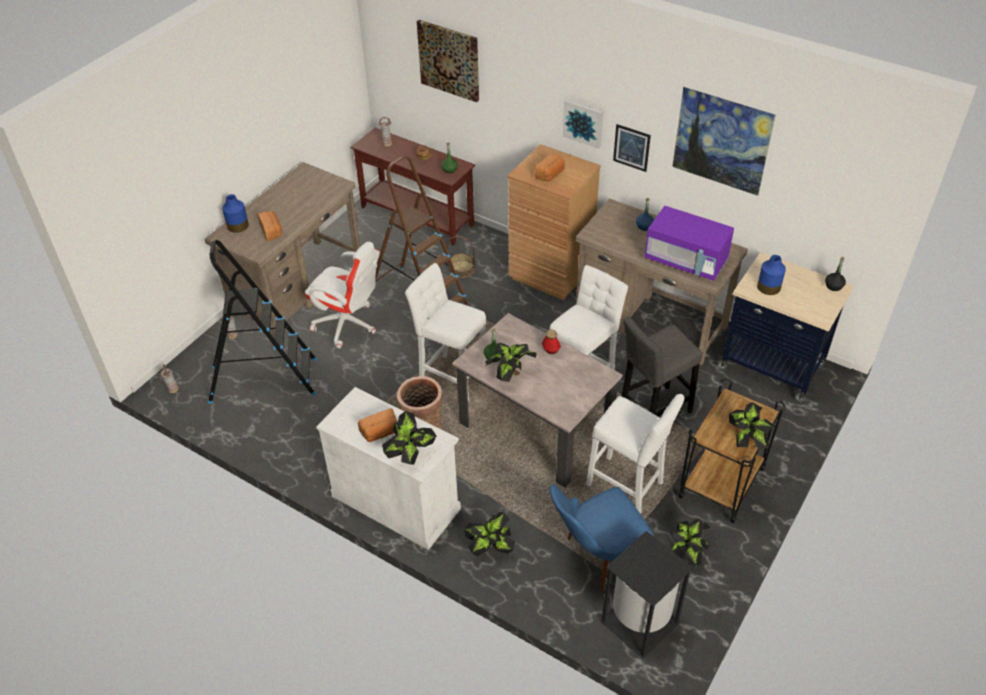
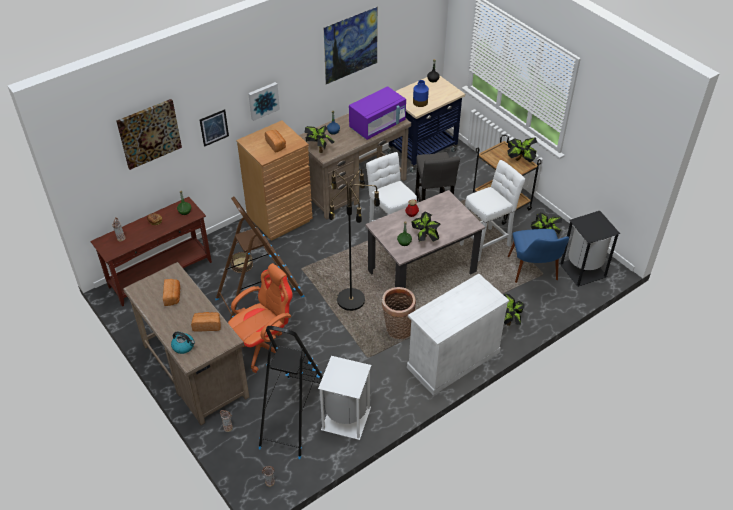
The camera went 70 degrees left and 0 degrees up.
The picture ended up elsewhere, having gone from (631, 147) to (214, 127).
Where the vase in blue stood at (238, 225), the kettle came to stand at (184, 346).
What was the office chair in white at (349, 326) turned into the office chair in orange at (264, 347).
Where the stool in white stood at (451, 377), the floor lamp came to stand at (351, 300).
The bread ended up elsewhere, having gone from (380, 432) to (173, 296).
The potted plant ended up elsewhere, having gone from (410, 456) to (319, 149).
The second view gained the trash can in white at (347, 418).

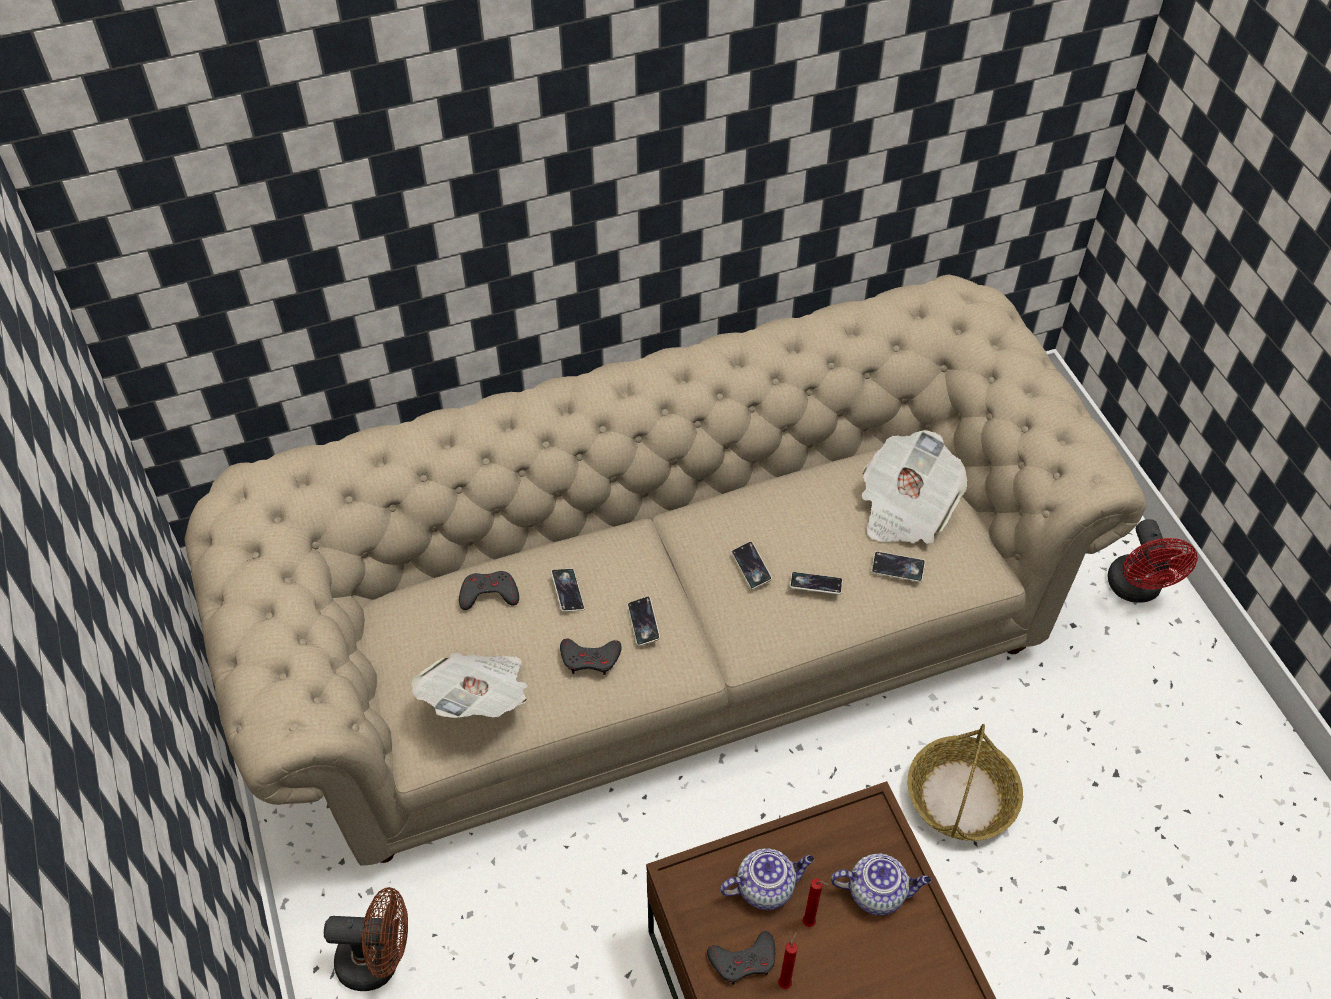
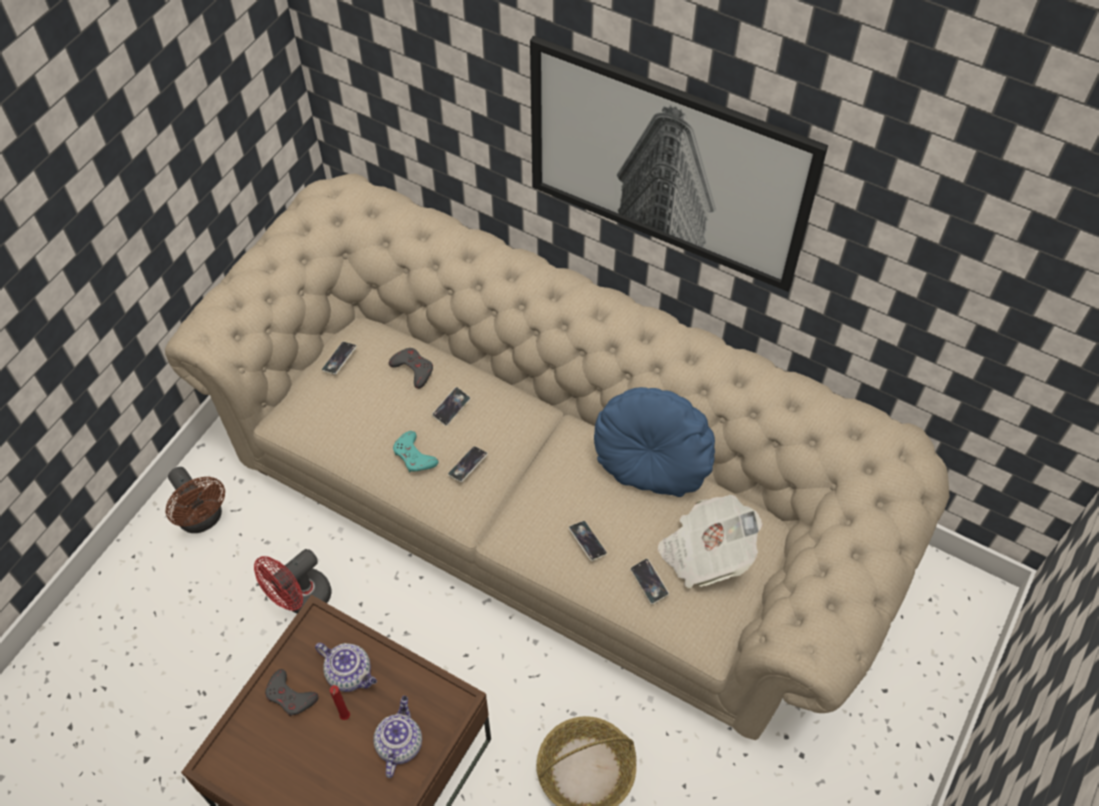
The camera went 50 degrees right and 5 degrees up.
The fan in red ended up elsewhere, having gone from (1137, 590) to (301, 599).
The phone ended up elsewhere, having gone from (751, 567) to (339, 359).
What was the game controller in grey at (590, 659) turned into the game controller in turquoise at (414, 456).
The second view lost the newspaper at (478, 698).
The teapot at (877, 892) ended up facing another way, 135 degrees counterclockwise from before.
The second view lost the candle in red at (785, 982).
The second view gained the picture at (669, 163).
The second view gained the pillow in blue at (650, 470).

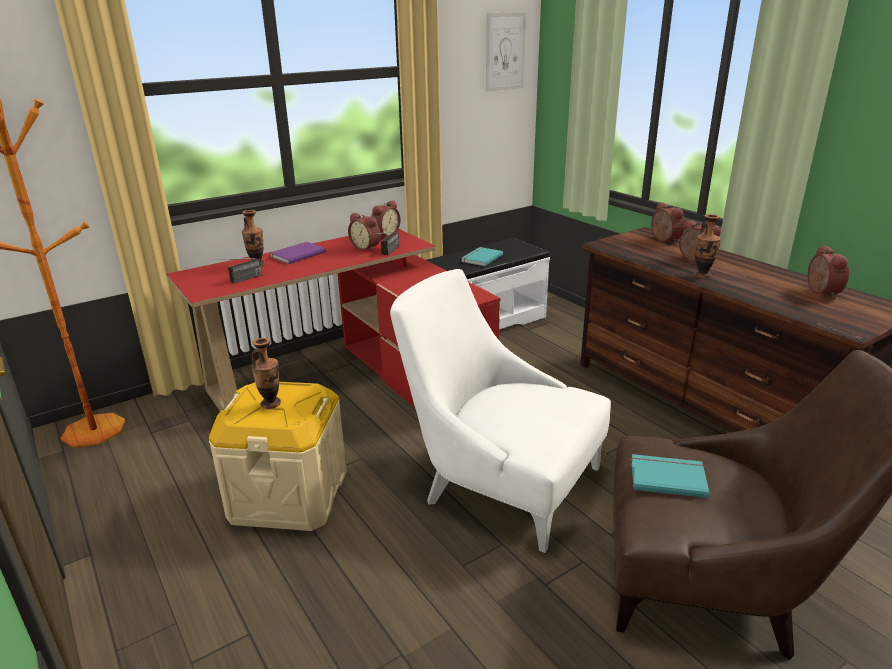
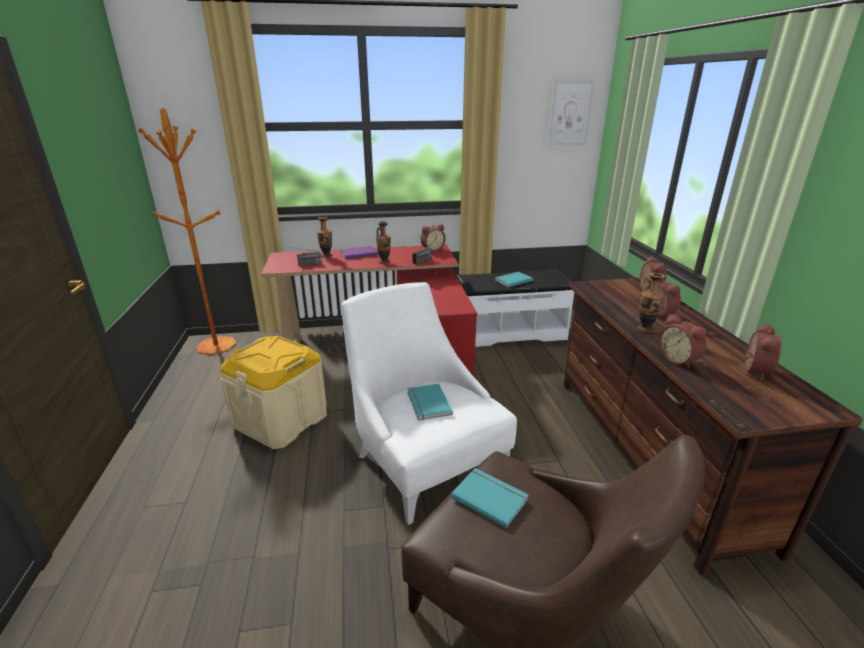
The camera went 25 degrees right and 0 degrees up.
The alarm clock ended up elsewhere, having gone from (366, 247) to (678, 359).
The vase ended up elsewhere, having gone from (271, 403) to (384, 262).
The second view gained the book in turquoise at (427, 403).

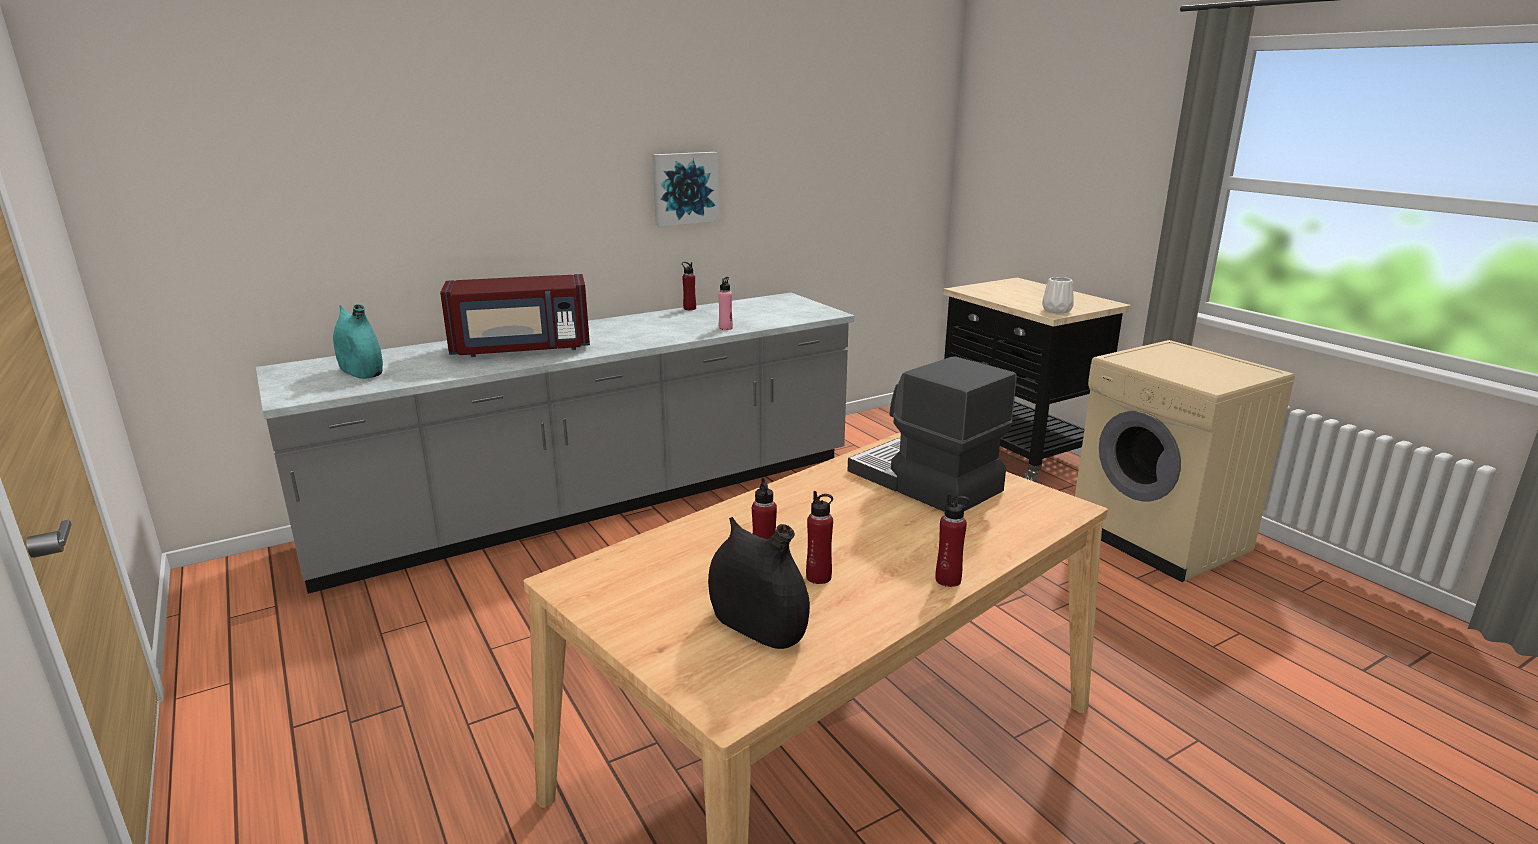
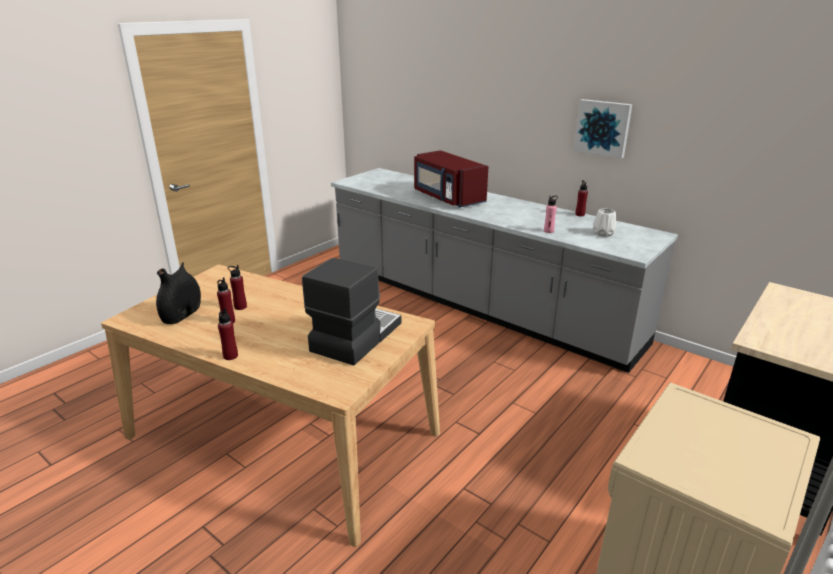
The camera went 70 degrees right and 5 degrees up.
The vase in white ended up elsewhere, having gone from (1055, 310) to (603, 233).
The second view lost the vase in turquoise at (361, 372).

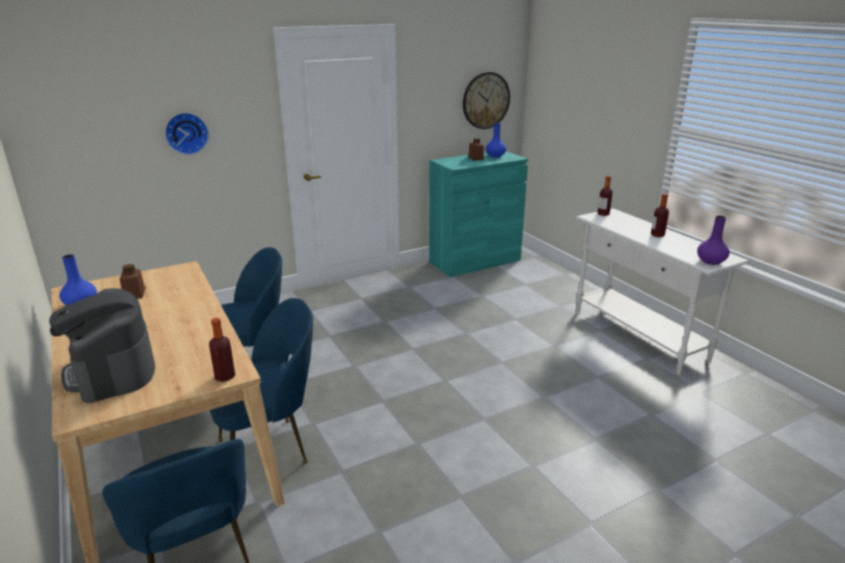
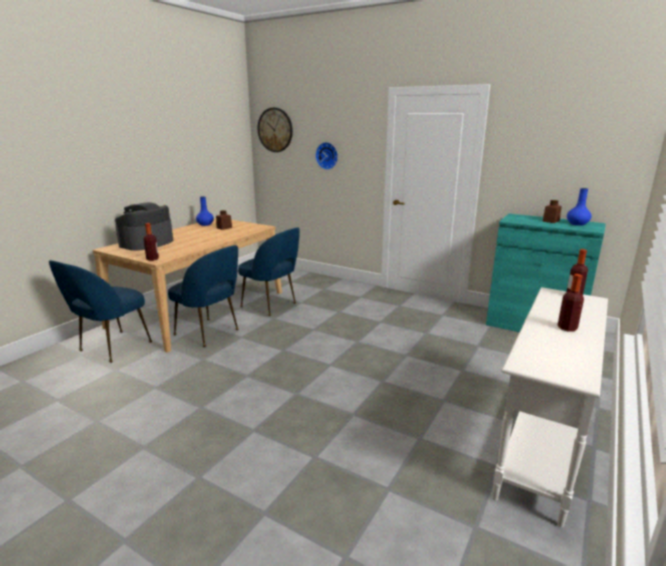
The camera went 60 degrees right and 5 degrees down.
The wall clock ended up elsewhere, having gone from (485, 100) to (275, 130).
The second view lost the vase in purple at (711, 261).

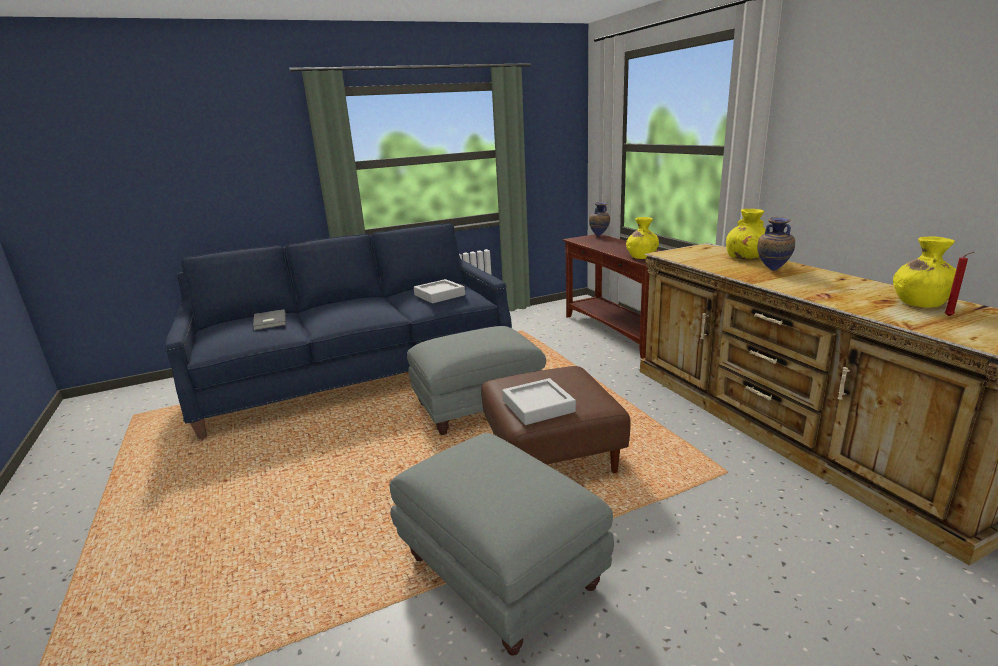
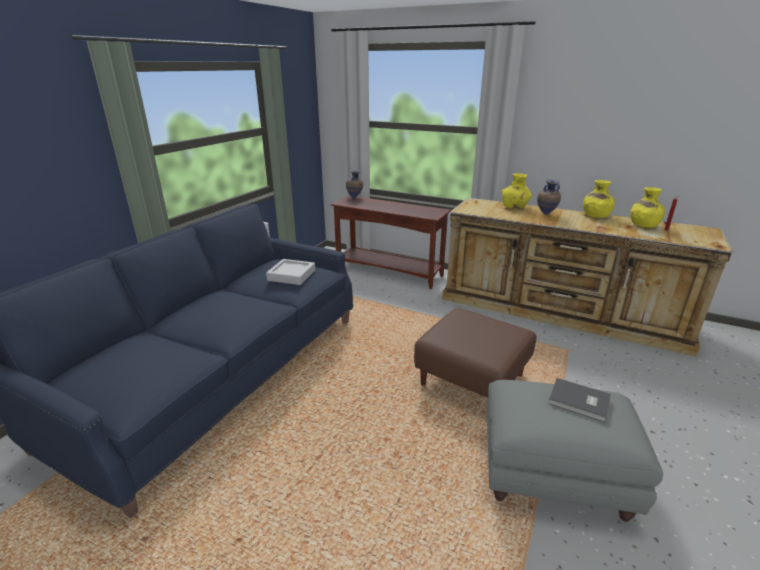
The camera went 40 degrees left and 5 degrees up.
The vase in yellow ended up elsewhere, having gone from (641, 257) to (595, 215).
The book in grey ended up elsewhere, having gone from (269, 321) to (579, 402).
The second view lost the ottoman in grey at (479, 406).
The second view lost the tray in grey at (538, 406).

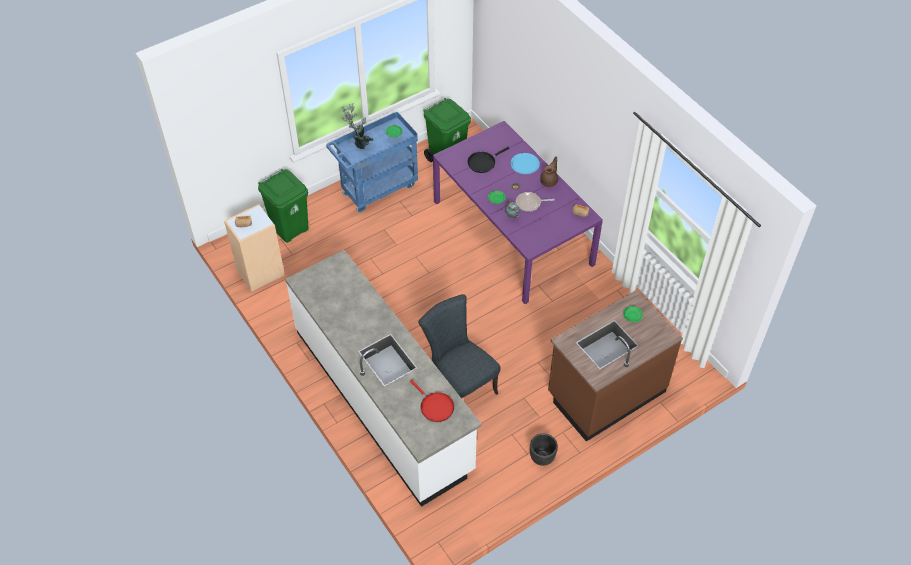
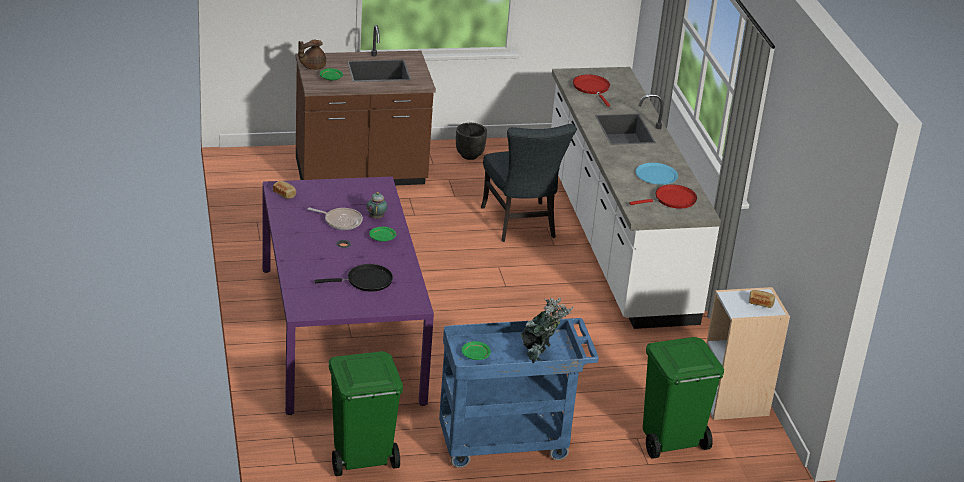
The camera went 160 degrees left and 20 degrees down.
The plate in blue ended up elsewhere, having gone from (524, 164) to (656, 175).
The teapot in brown ended up elsewhere, having gone from (549, 181) to (312, 66).
The second view gained the frying pan in red at (672, 200).

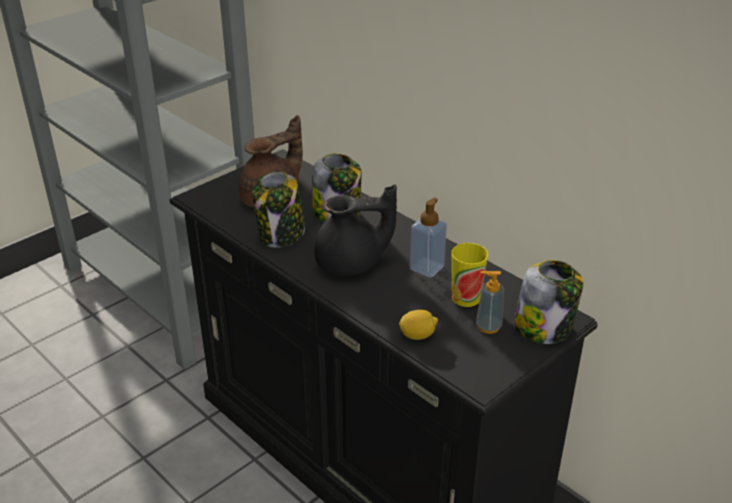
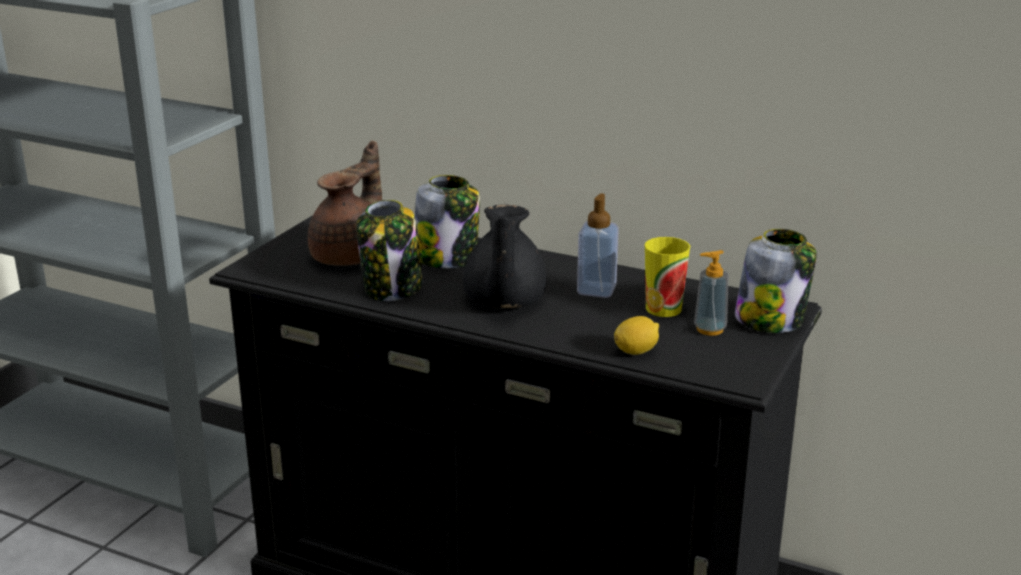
The camera went 20 degrees left and 10 degrees down.
The teapot in black at (351, 264) ended up facing another way, 120 degrees clockwise from before.

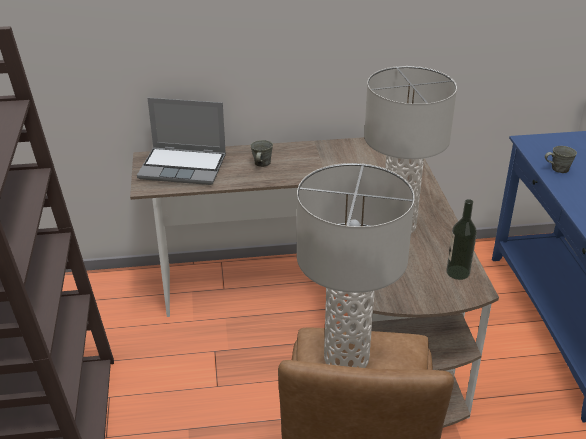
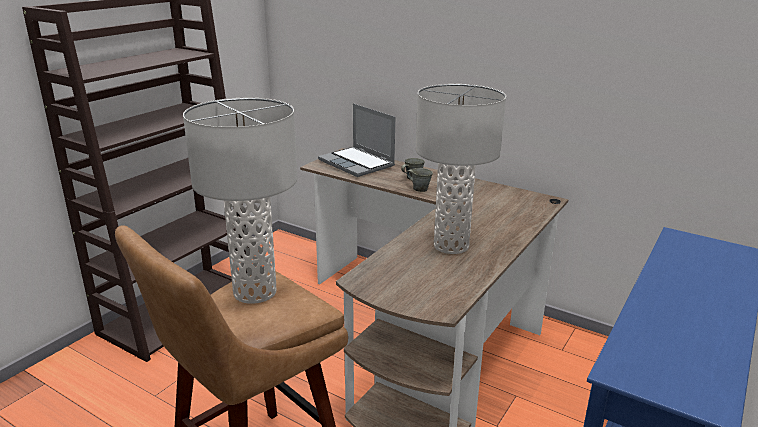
The camera went 40 degrees right and 10 degrees down.
The mug in grey ended up elsewhere, having gone from (558, 169) to (419, 189).
The second view lost the bottle at (458, 272).

